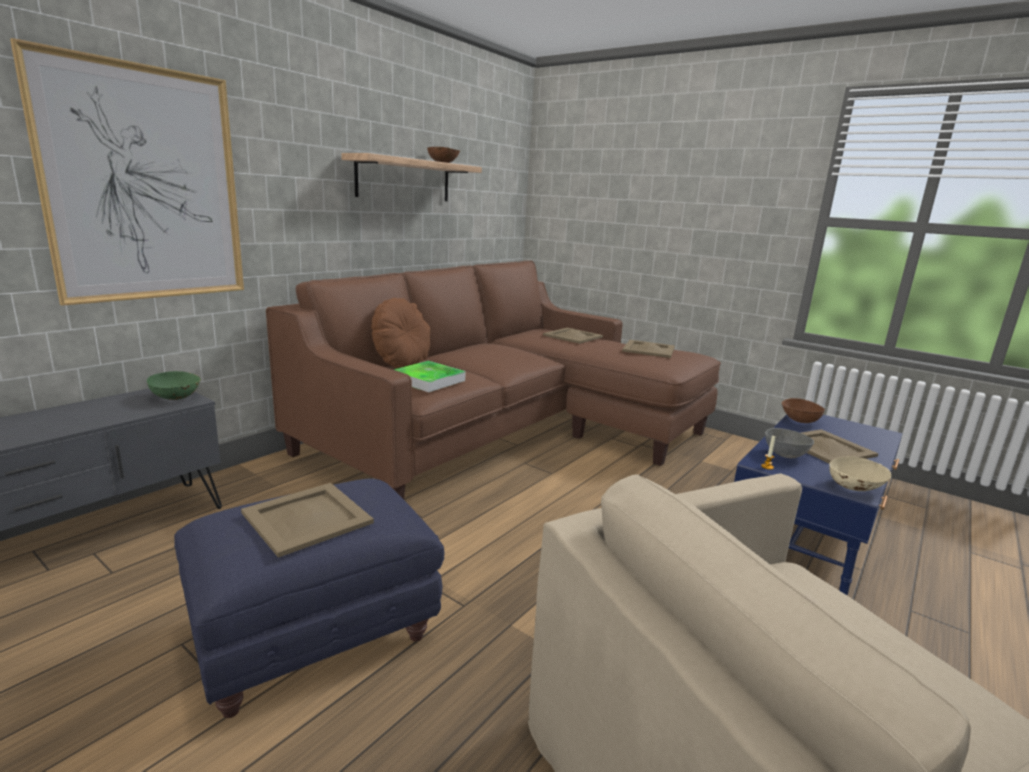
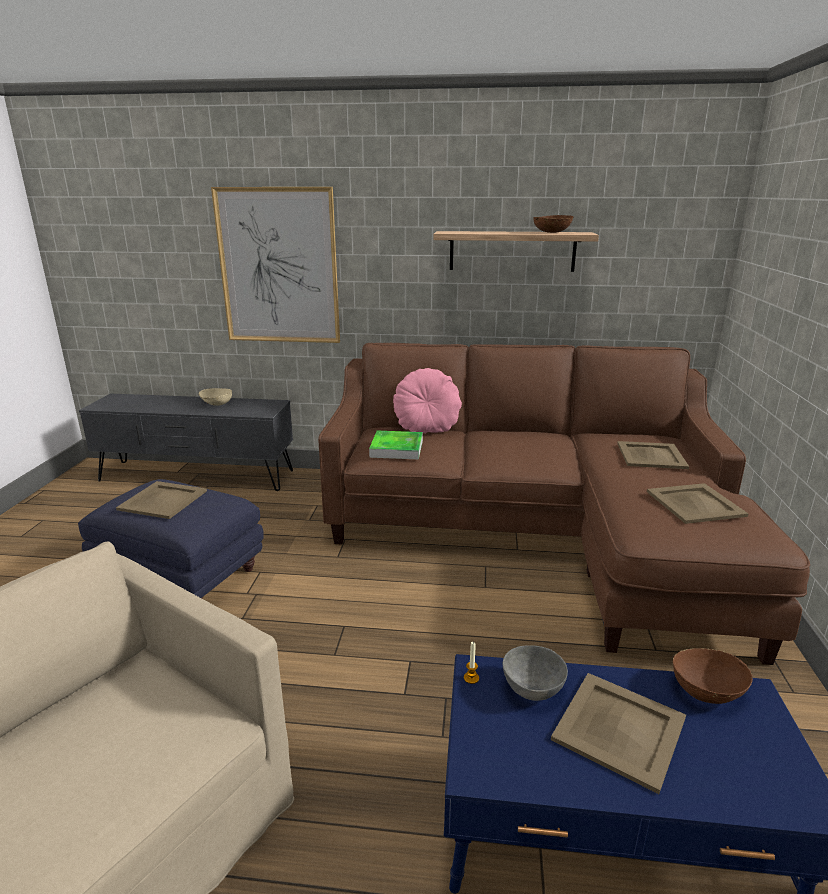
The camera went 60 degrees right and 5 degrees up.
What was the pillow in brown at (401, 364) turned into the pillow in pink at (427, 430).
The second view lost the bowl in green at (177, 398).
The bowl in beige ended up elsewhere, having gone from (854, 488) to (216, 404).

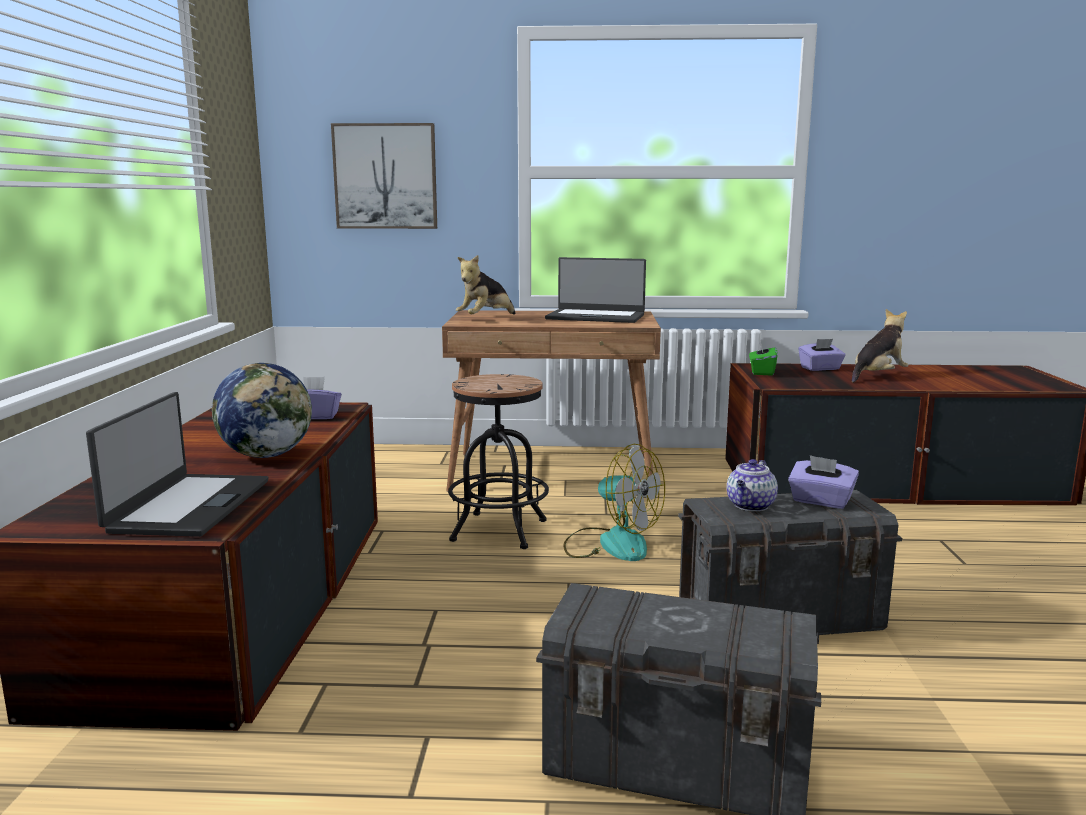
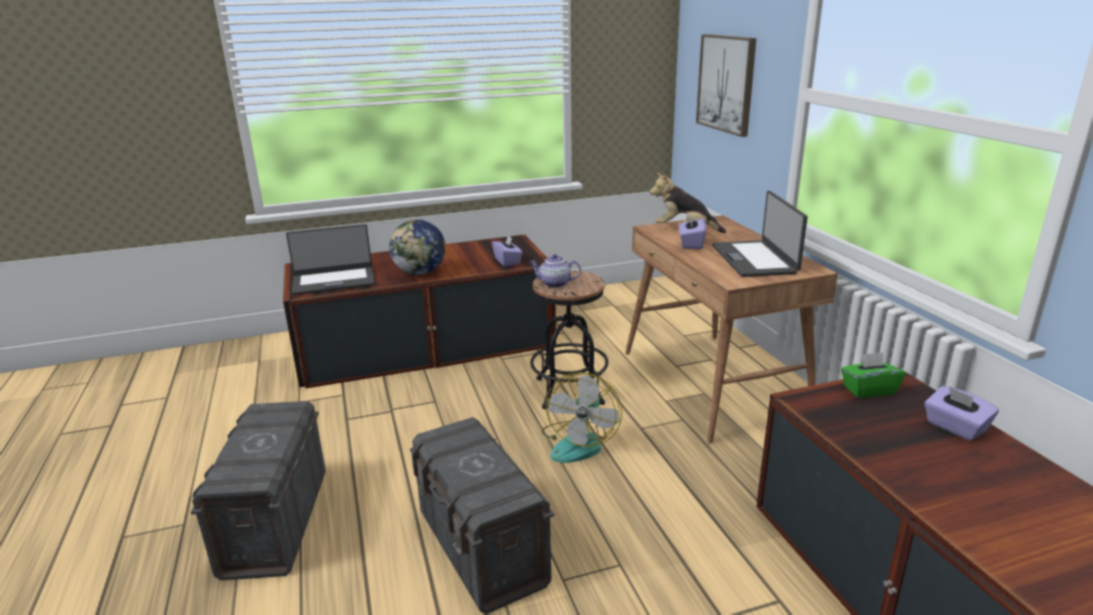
The camera went 70 degrees right and 10 degrees up.
The second view lost the plush toy at (877, 376).
The tissue box in purple ended up elsewhere, having gone from (820, 501) to (691, 244).
The teapot ended up elsewhere, having gone from (751, 506) to (554, 283).

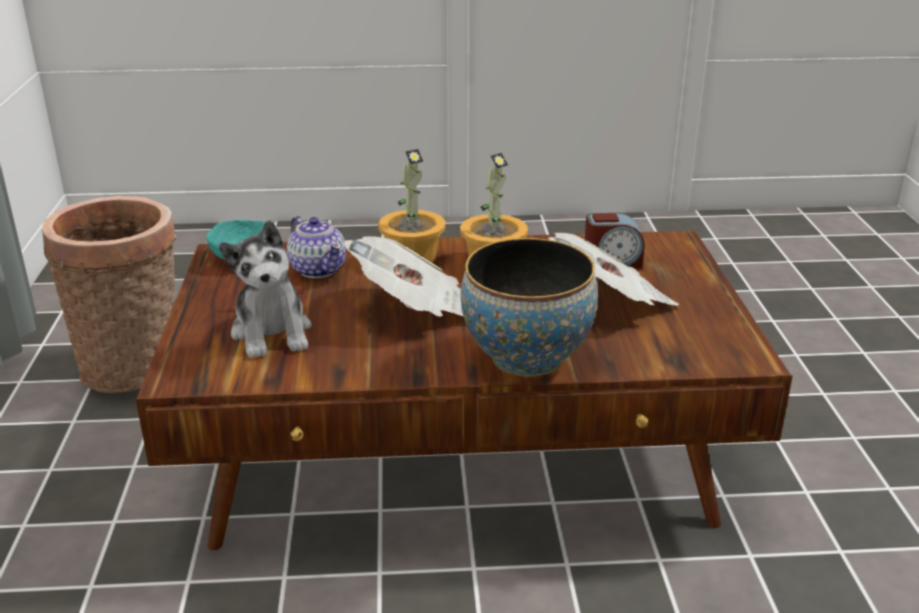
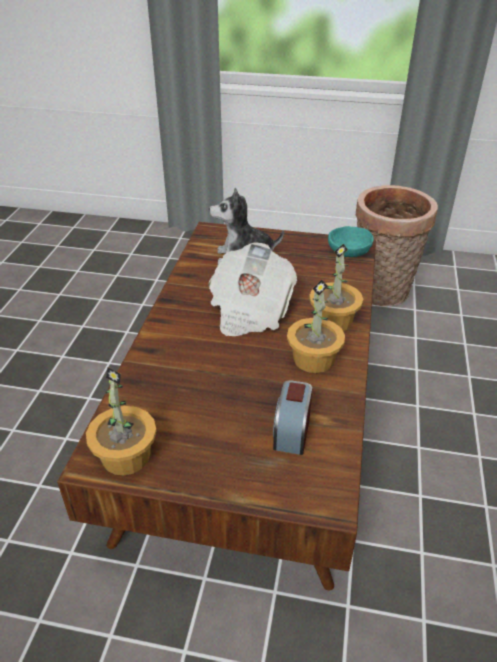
The camera went 105 degrees right and 10 degrees up.
The second view lost the teapot at (318, 269).
The second view lost the newspaper at (611, 301).
The second view lost the bowl at (526, 358).
The second view gained the potted plant at (125, 456).

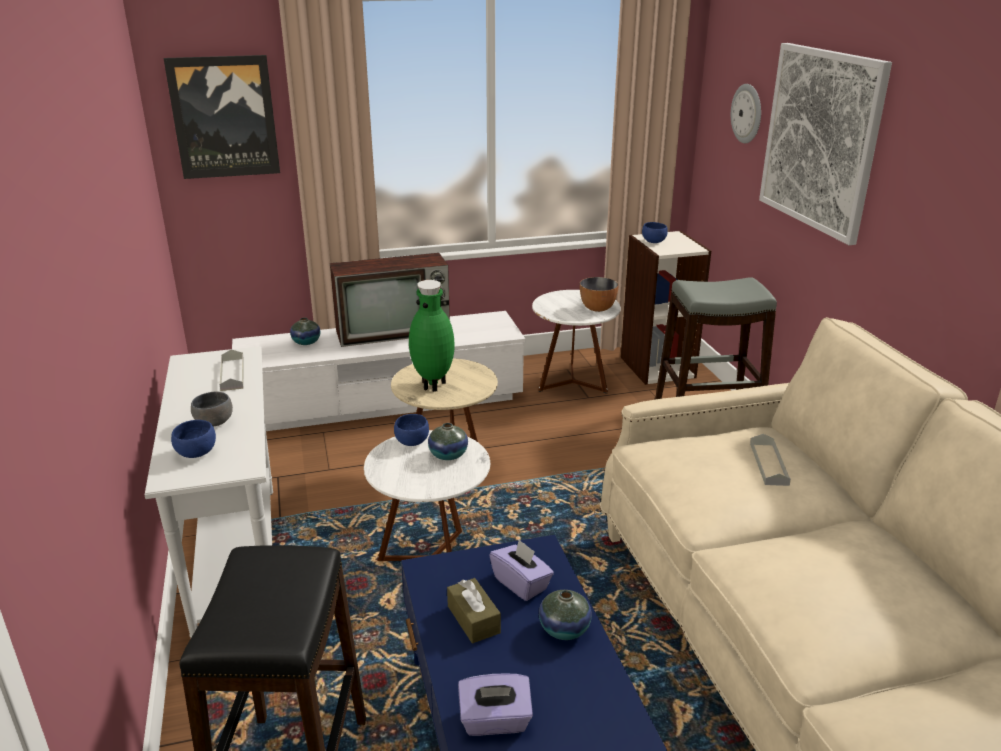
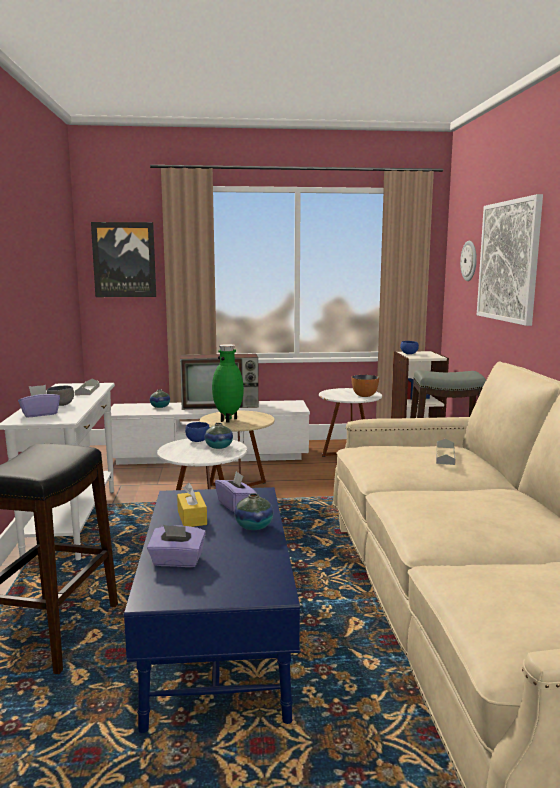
The camera went 10 degrees right and 15 degrees down.
Where the bowl in blue stood at (196, 454), the tissue box in purple came to stand at (40, 414).
What was the tissue box in brown at (473, 619) turned into the tissue box in yellow at (192, 517).

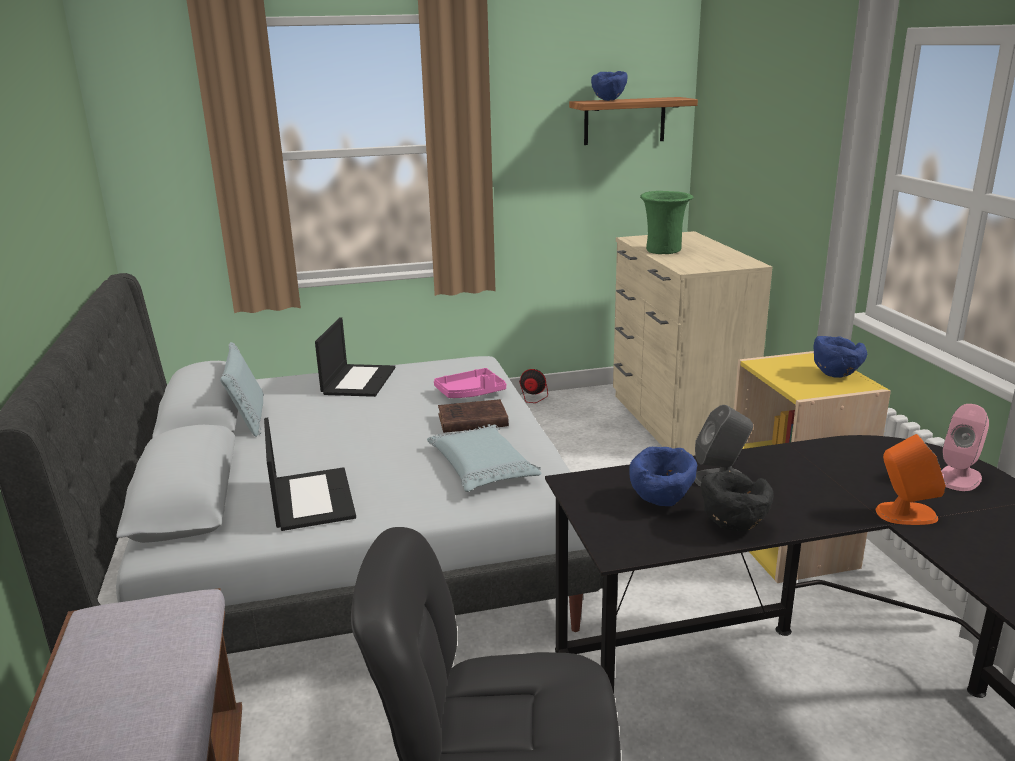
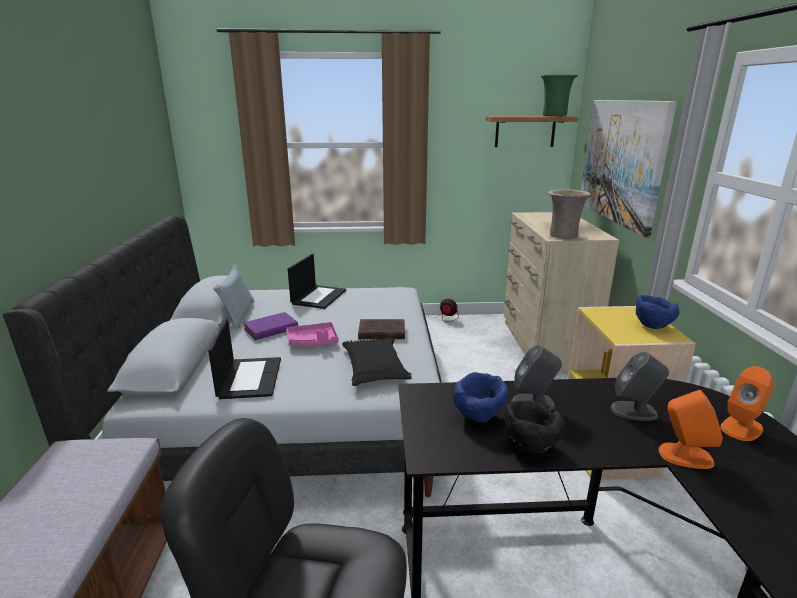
The camera went 10 degrees right and 0 degrees up.
The second view lost the bowl in blue at (609, 100).
The vase in green ended up elsewhere, having gone from (664, 251) to (555, 116).
The tray in pink ended up elsewhere, having gone from (470, 393) to (313, 341).
What was the speaker in pink at (959, 478) turned into the speaker in orange at (741, 428).
What was the pillow in blue at (482, 465) turned into the pillow in black at (374, 366).
The second view gained the picture at (621, 161).
The second view gained the vase in beige at (563, 235).
The second view gained the book in purple at (269, 329).
The second view gained the speaker in grey at (634, 411).

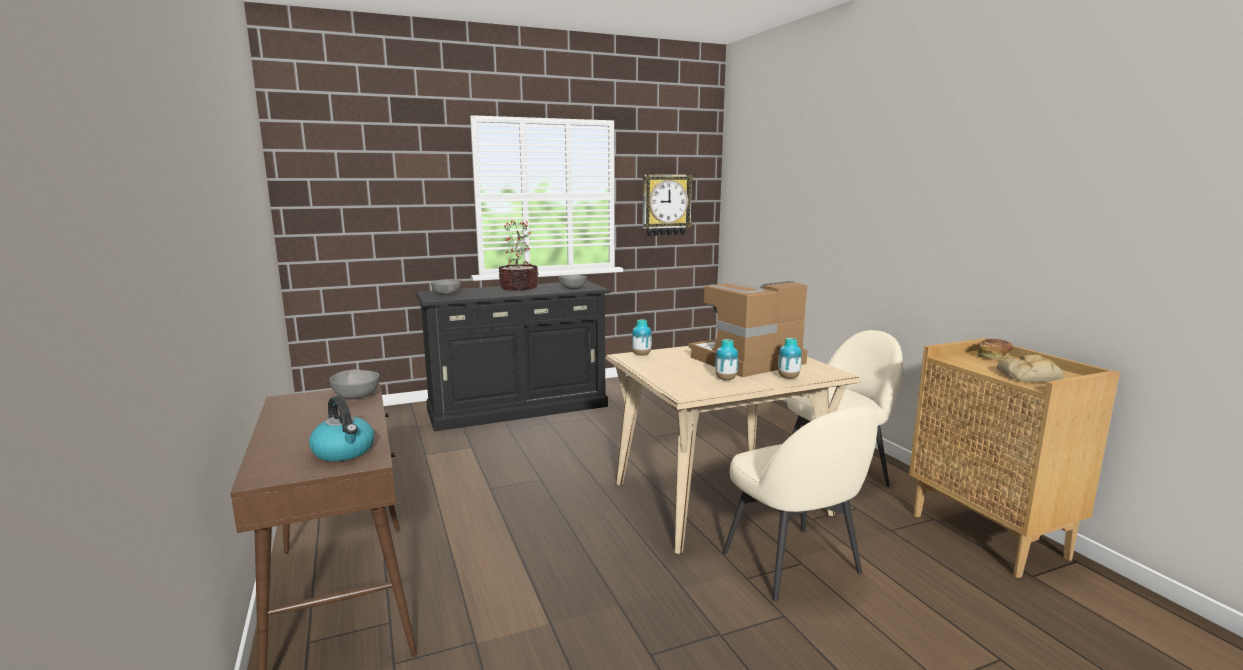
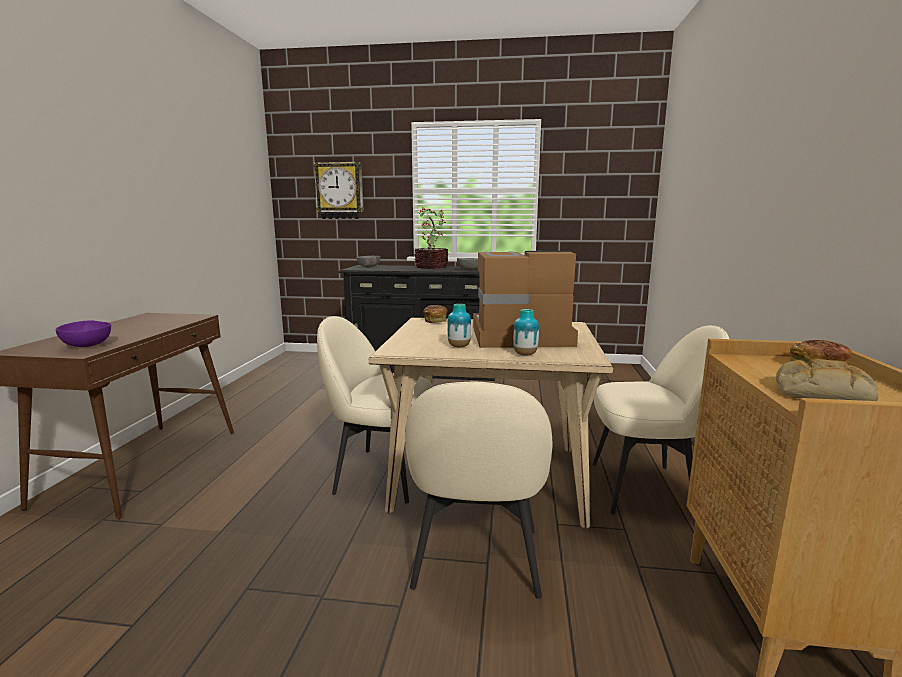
The camera went 30 degrees right and 0 degrees up.
The wall clock ended up elsewhere, having gone from (666, 205) to (339, 191).
Where the vase stood at (641, 355), the bread came to stand at (435, 320).
The second view lost the bowl in grey at (357, 396).
Where the kettle stood at (344, 451), the bowl in purple came to stand at (88, 345).
The second view gained the chair in beige at (381, 474).

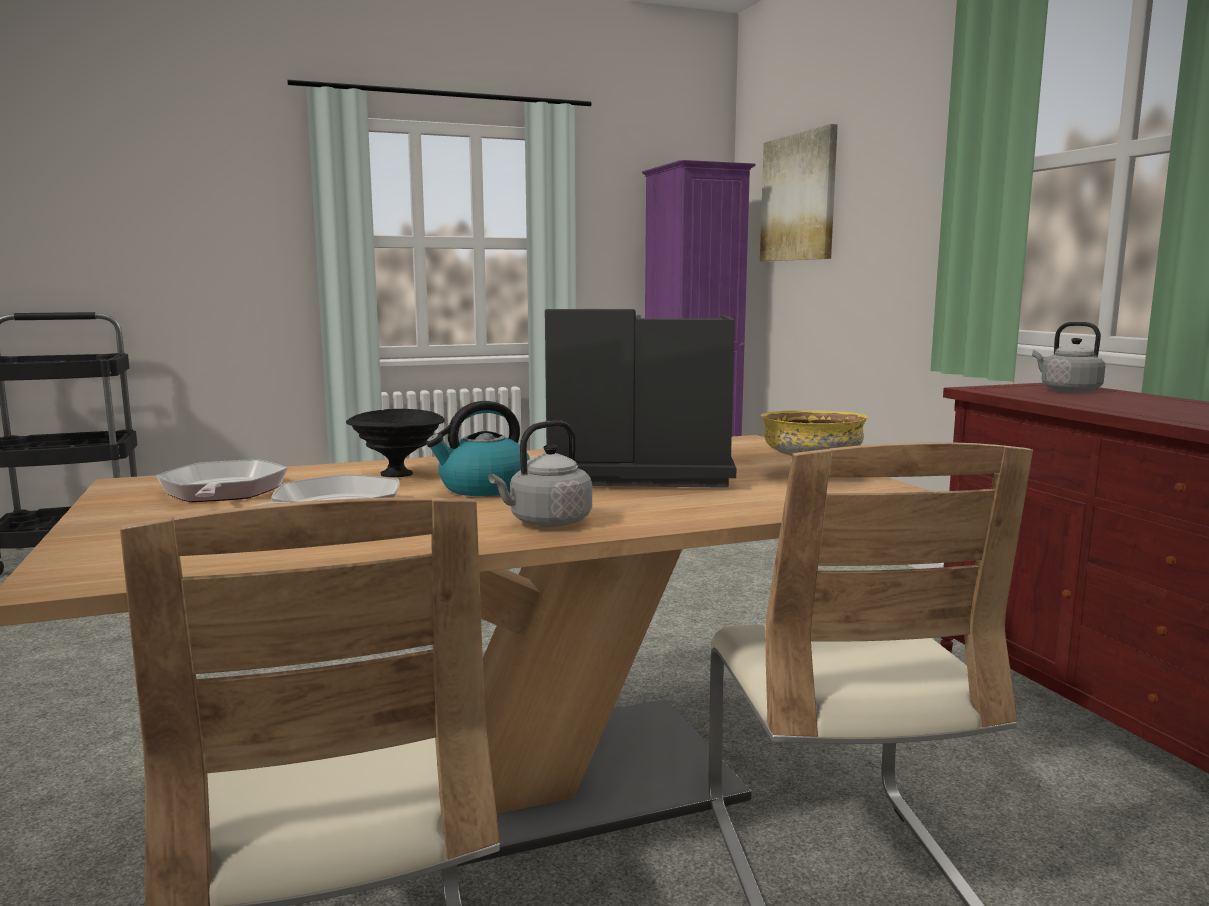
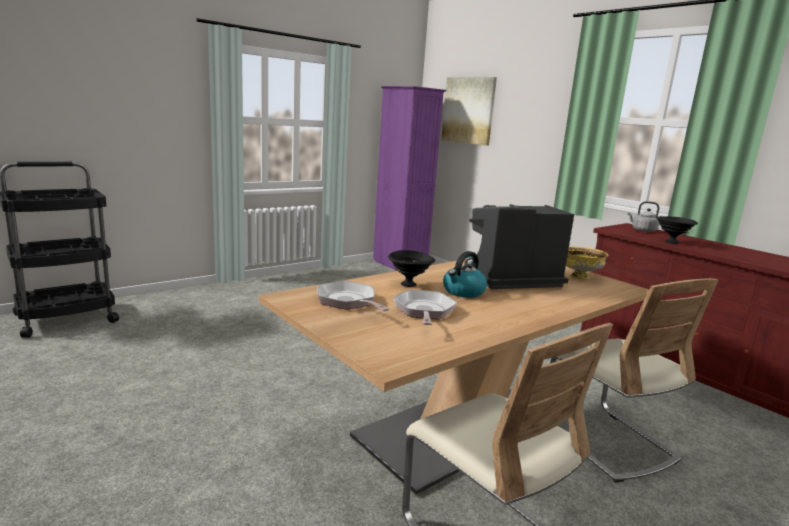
The camera went 20 degrees left and 5 degrees up.
The second view lost the kettle in grey at (546, 522).
The second view gained the bowl in black at (671, 242).

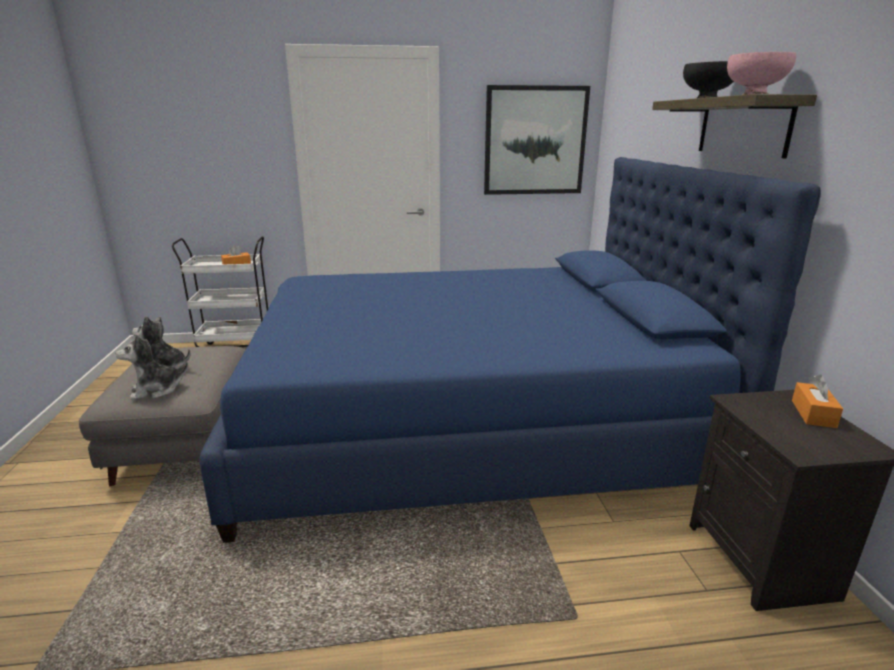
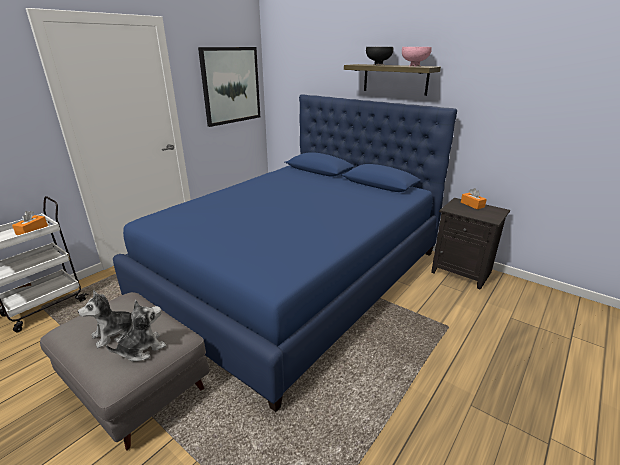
The camera went 45 degrees left and 5 degrees up.
The plush toy at (156, 390) ended up facing another way, 150 degrees counterclockwise from before.

